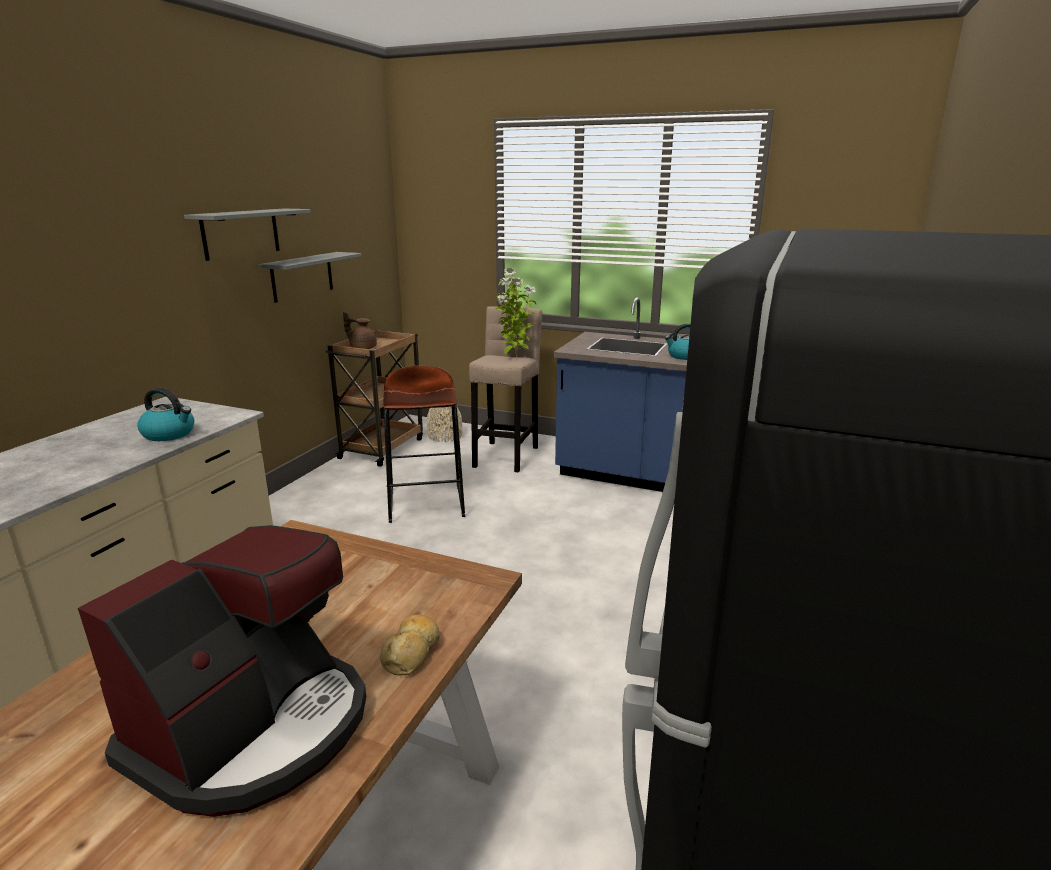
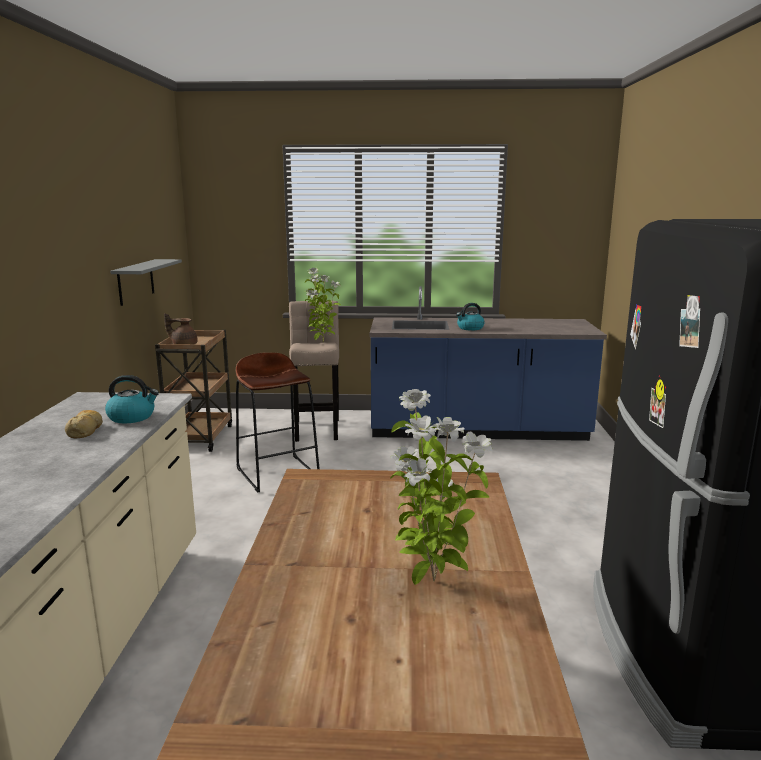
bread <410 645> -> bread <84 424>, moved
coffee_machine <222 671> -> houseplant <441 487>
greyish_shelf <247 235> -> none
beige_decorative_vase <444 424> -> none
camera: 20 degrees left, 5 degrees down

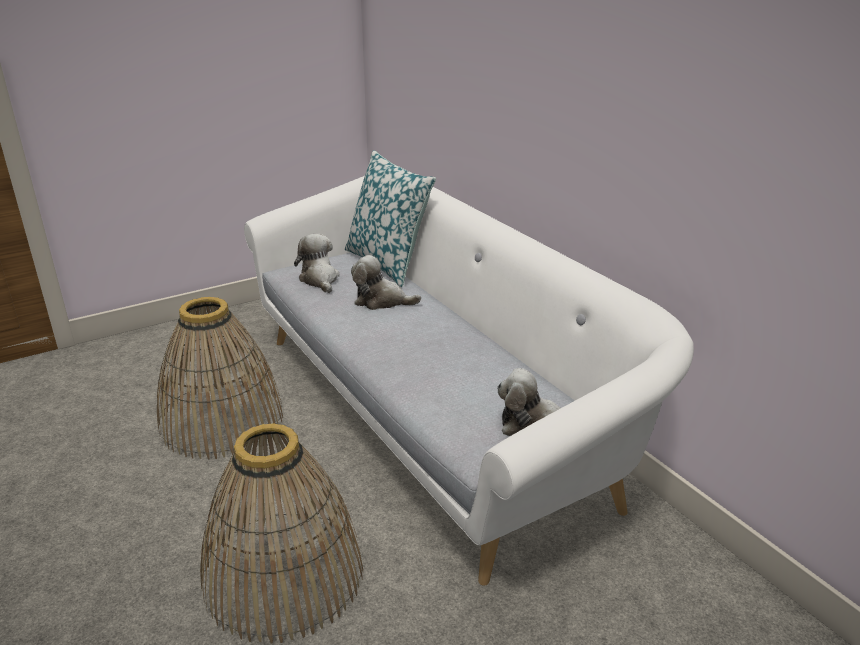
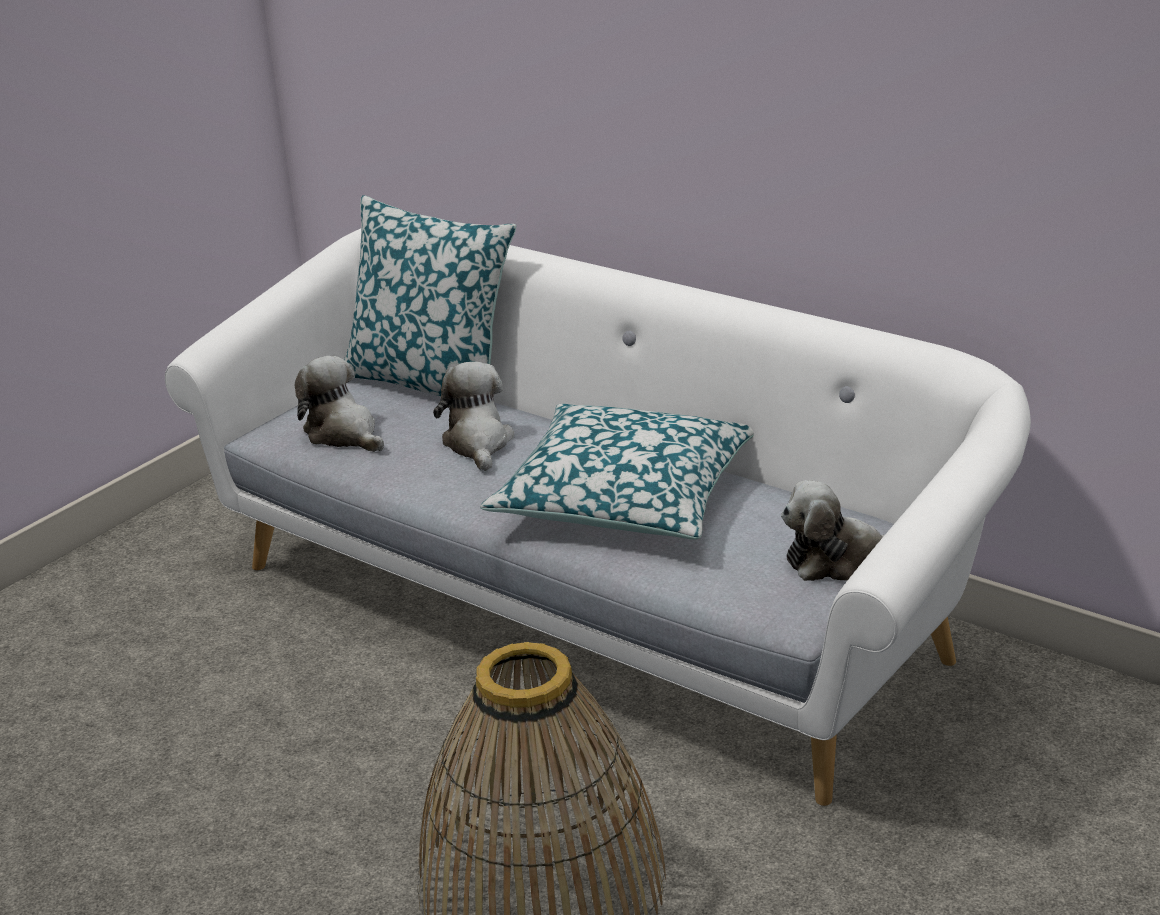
soft_toy <386 282> -> soft_toy <474 416>, 90 degrees clockwise
none -> pillow <617 472>
storage_basket <220 378> -> none
camera: 20 degrees left, 0 degrees up

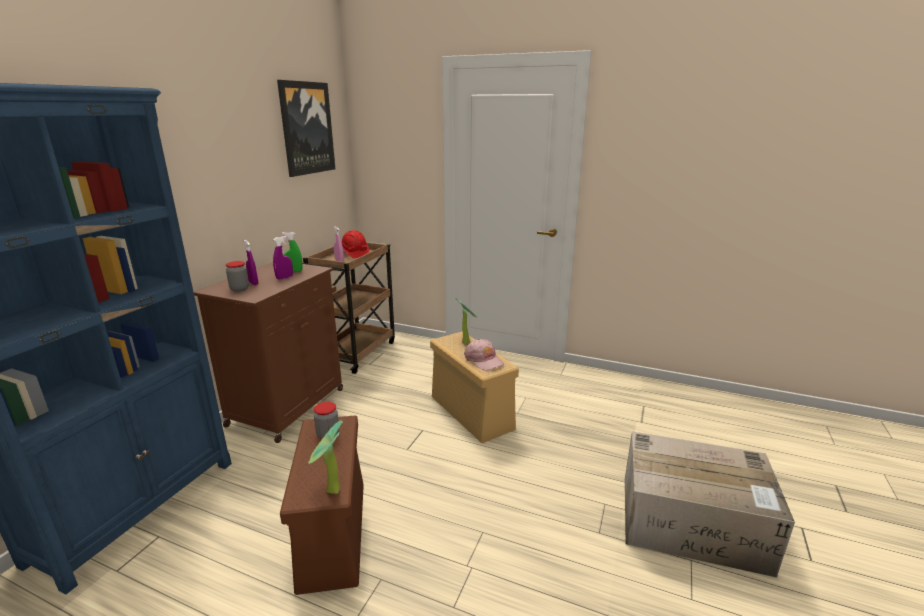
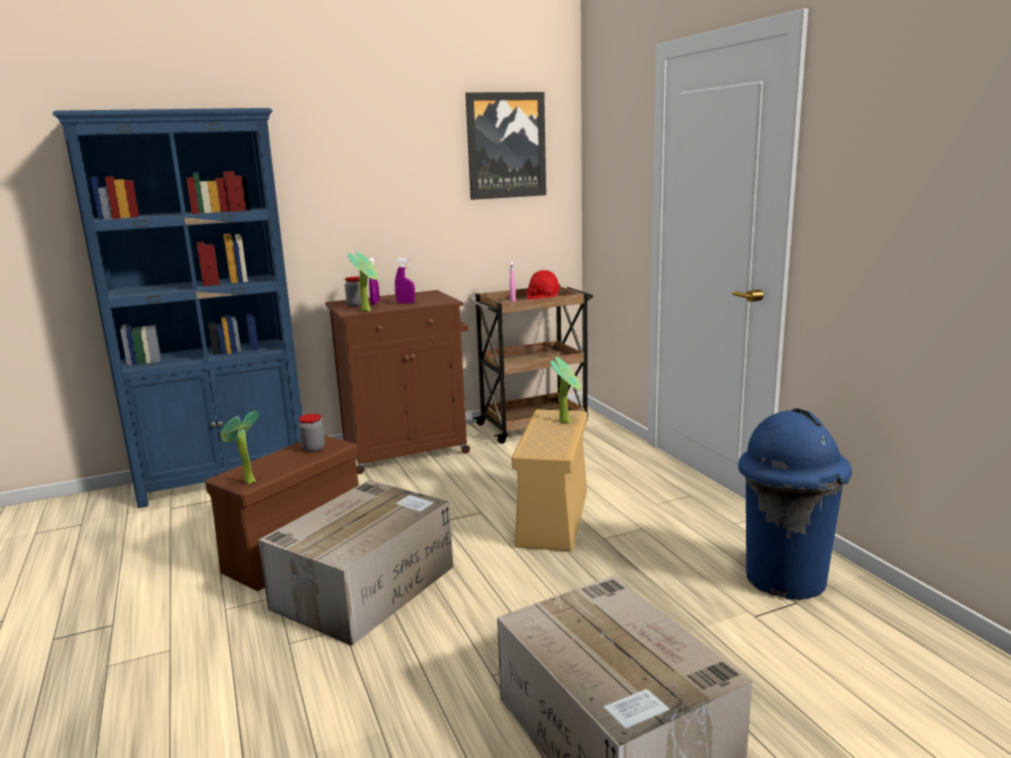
none -> cardboard_box <355 563>
none -> houseplant <363 281>
none -> bluish_rubbish_bin <795 504>
green_sprayer <292 252> -> none
pink-coloured_cap <484 355> -> none
camera: 45 degrees right, 5 degrees down

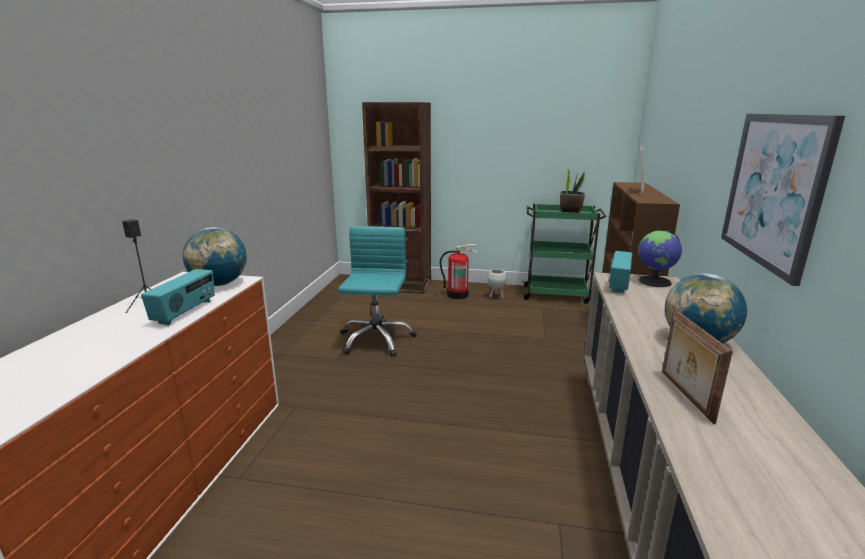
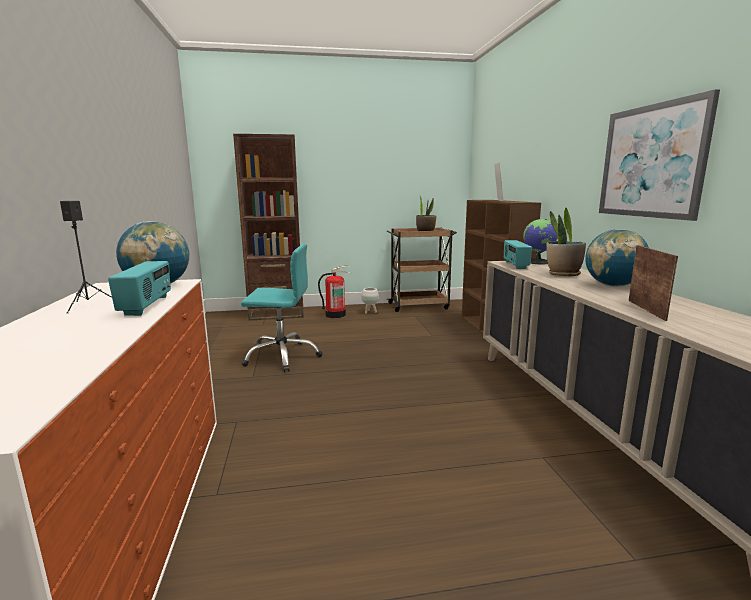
turquoise_office_chair <377 291> -> turquoise_office_chair <282 308>, 105 degrees clockwise
green_cart <564 254> -> brown-coloured_cart <422 269>
none -> houseplant <566 242>
picture_frame <697 366> -> picture_frame <653 283>, 150 degrees counterclockwise
camera: 20 degrees left, 5 degrees down

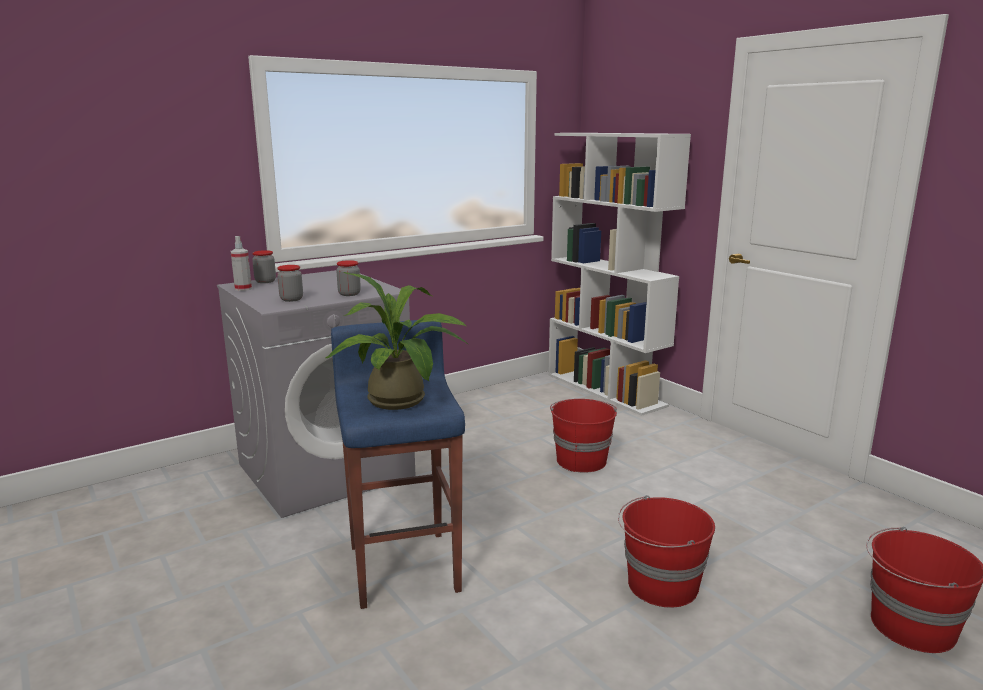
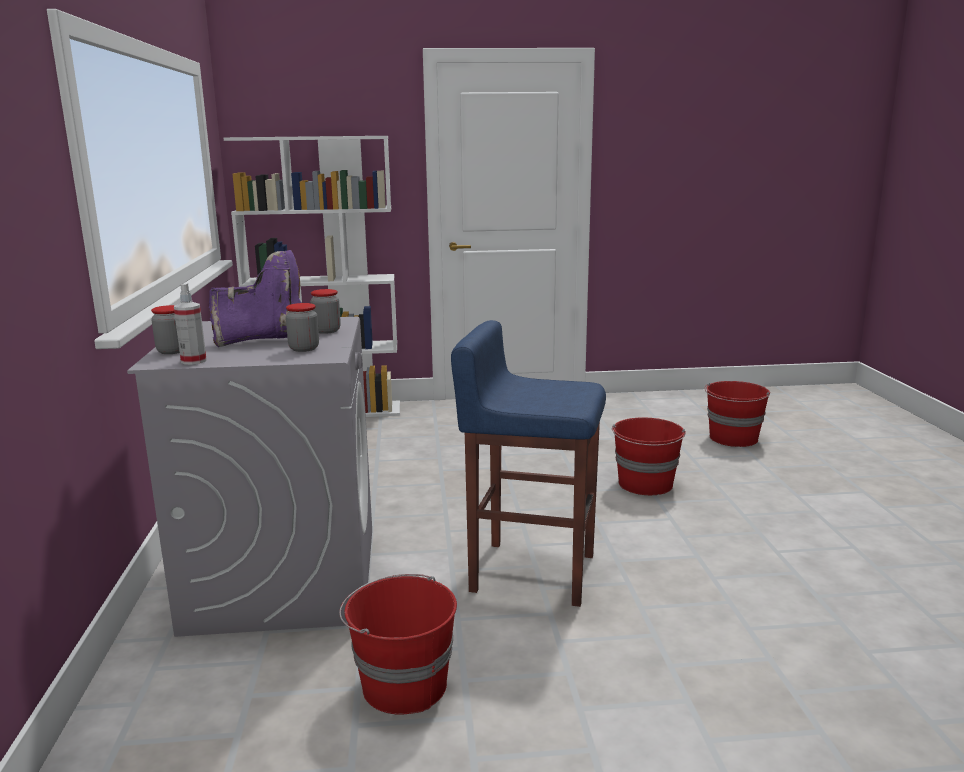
none -> purple_high-top_boot <255 298>
red_pail <583 435> -> red_pail <398 644>, moved
houseplant <397 341> -> none
camera: 60 degrees left, 0 degrees up

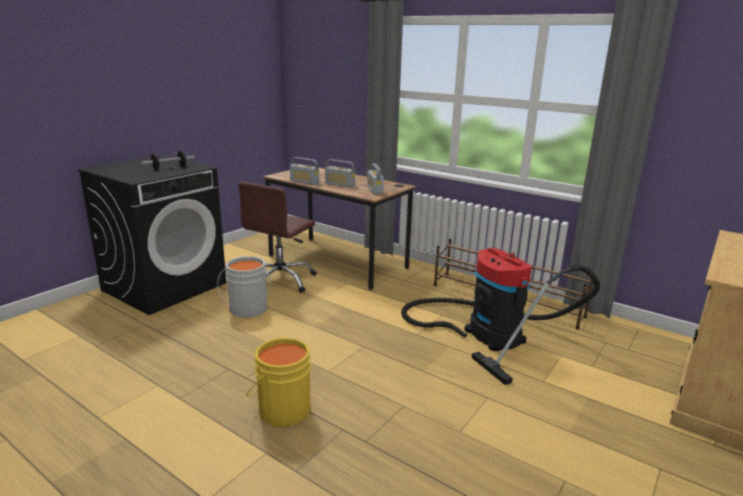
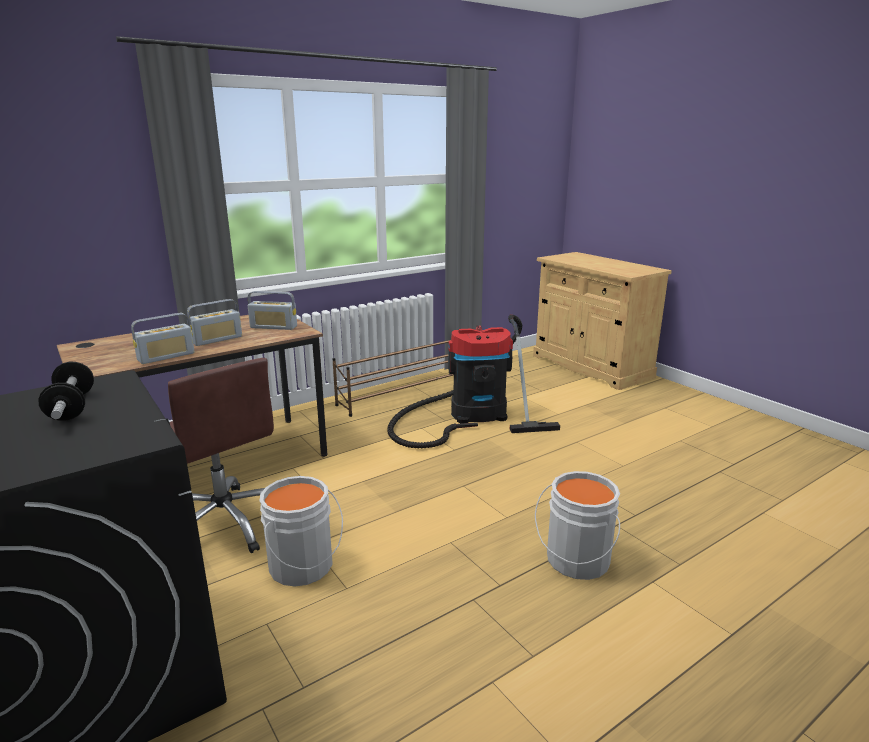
yellow-coloured_pail <278 382> -> greyish_pail <577 525>
camera: 70 degrees left, 0 degrees up

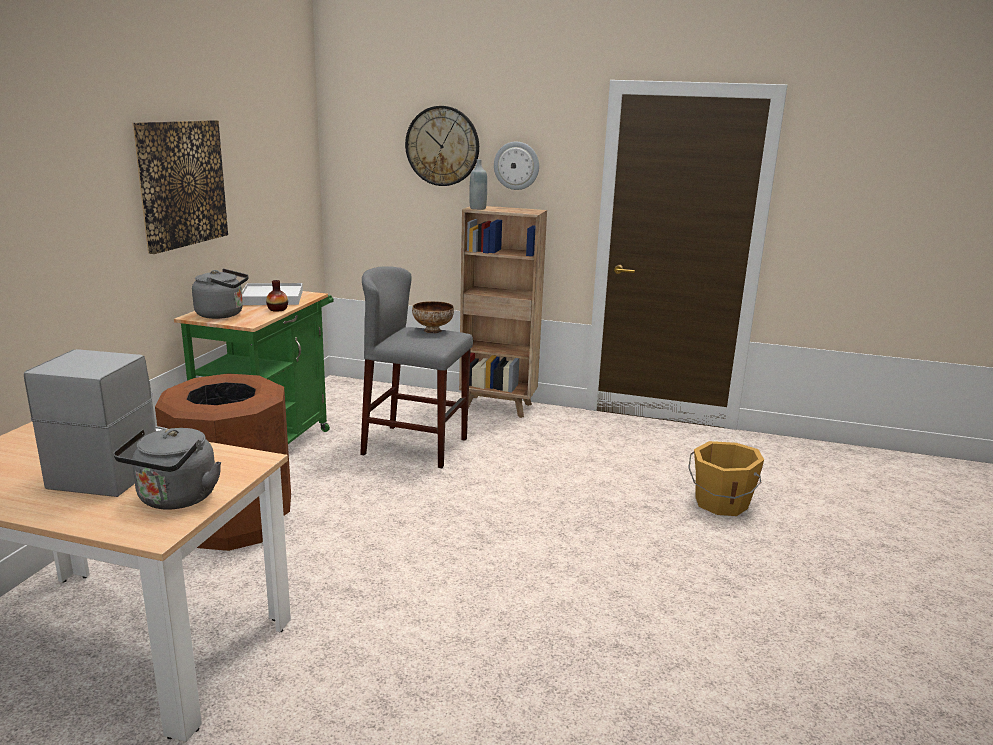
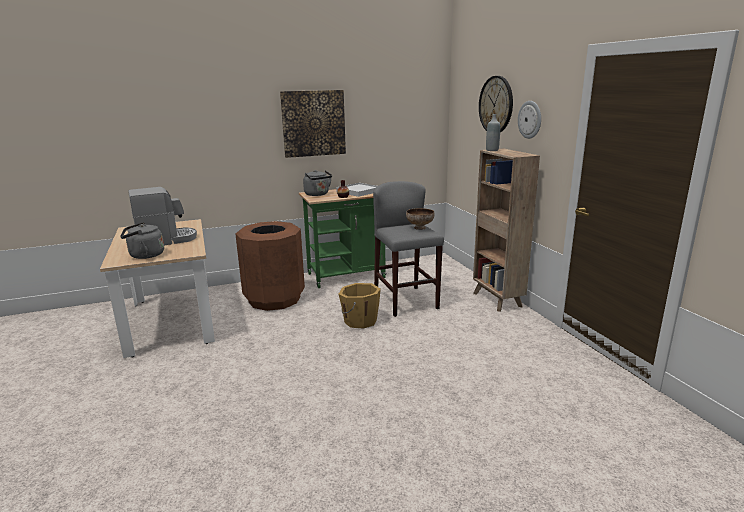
orangey_pail <726 478> -> orangey_pail <360 306>, moved
camera: 55 degrees right, 0 degrees up

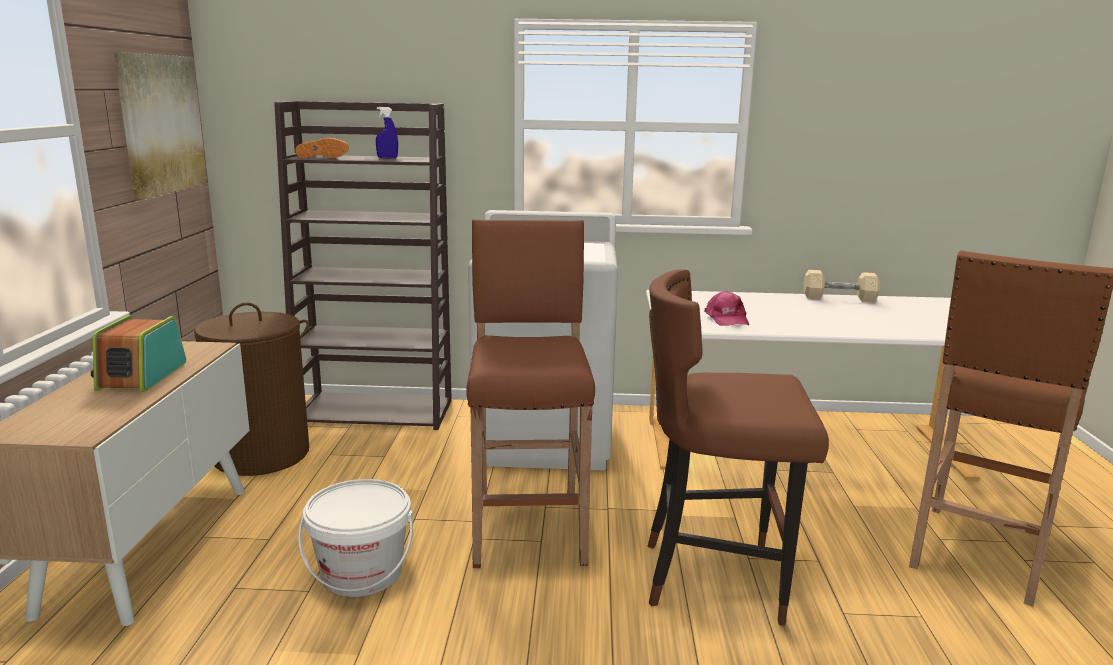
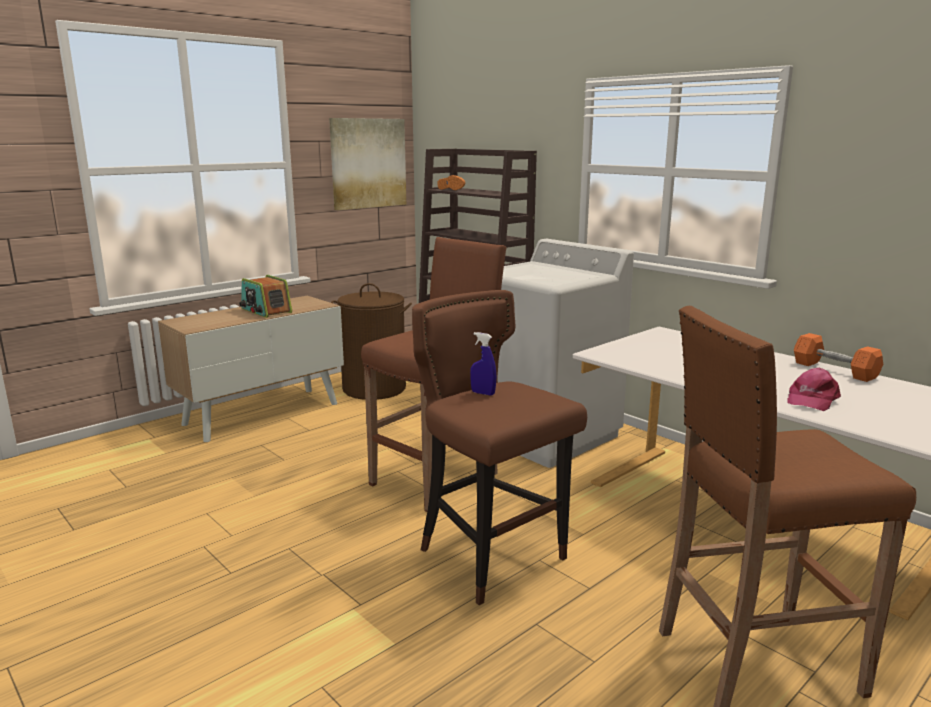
radio_set <138 353> -> radio_set <265 296>, 90 degrees counterclockwise
bluish_sprayer <387 132> -> bluish_sprayer <483 364>, moved
pink-coloured_cap <726 308> -> pink-coloured_cap <814 389>, moved
beige_hand_weight <841 286> -> orangey_hand_weight <838 357>
whitish_pail <355 538> -> none
camera: 45 degrees right, 0 degrees up

